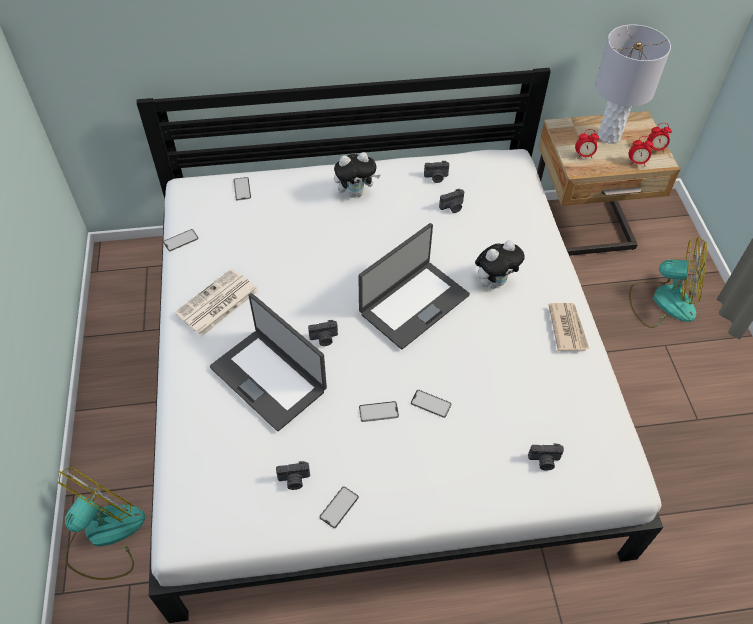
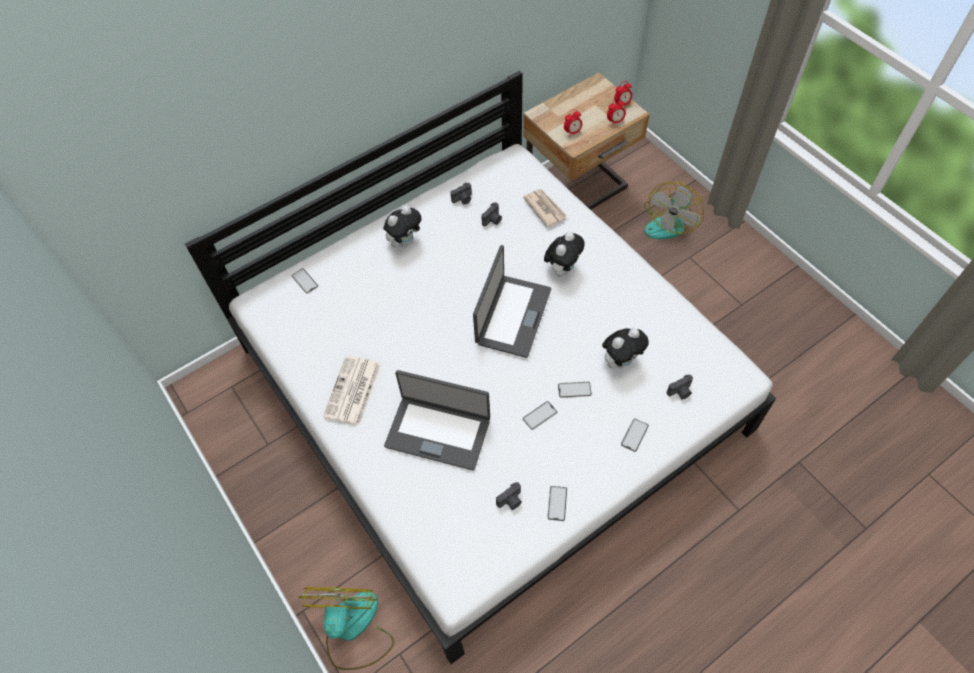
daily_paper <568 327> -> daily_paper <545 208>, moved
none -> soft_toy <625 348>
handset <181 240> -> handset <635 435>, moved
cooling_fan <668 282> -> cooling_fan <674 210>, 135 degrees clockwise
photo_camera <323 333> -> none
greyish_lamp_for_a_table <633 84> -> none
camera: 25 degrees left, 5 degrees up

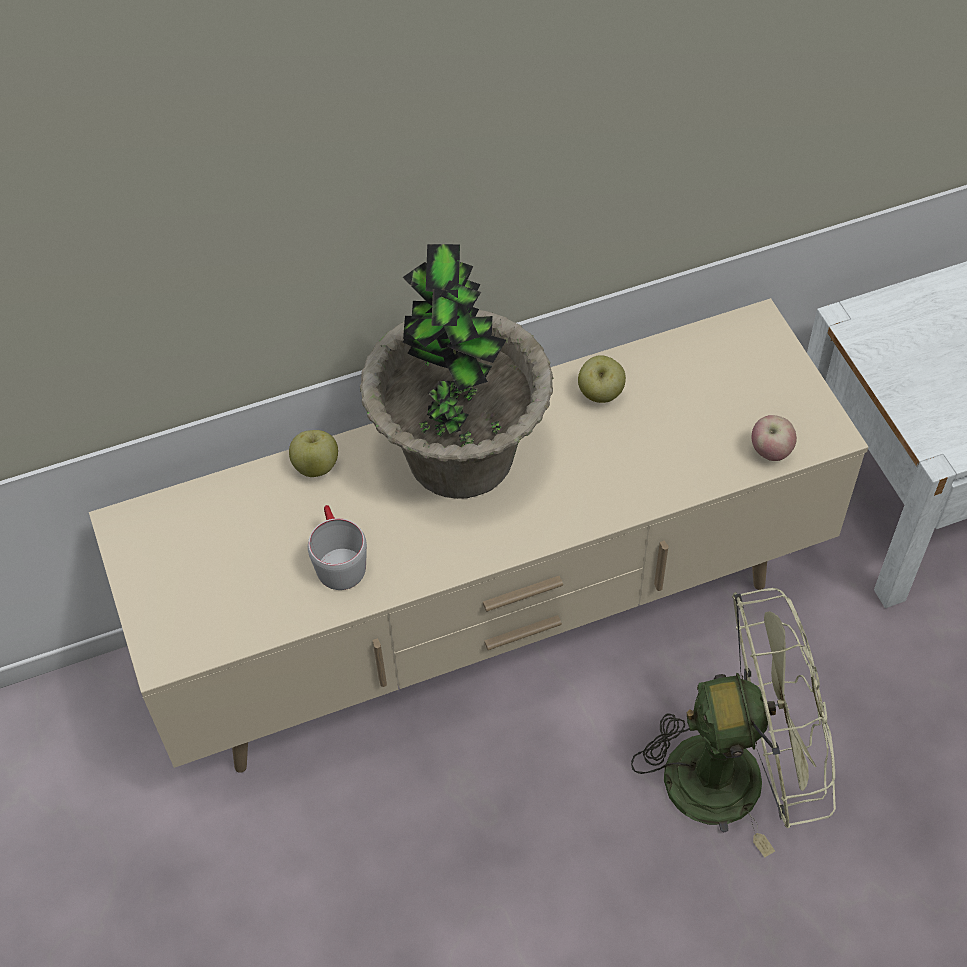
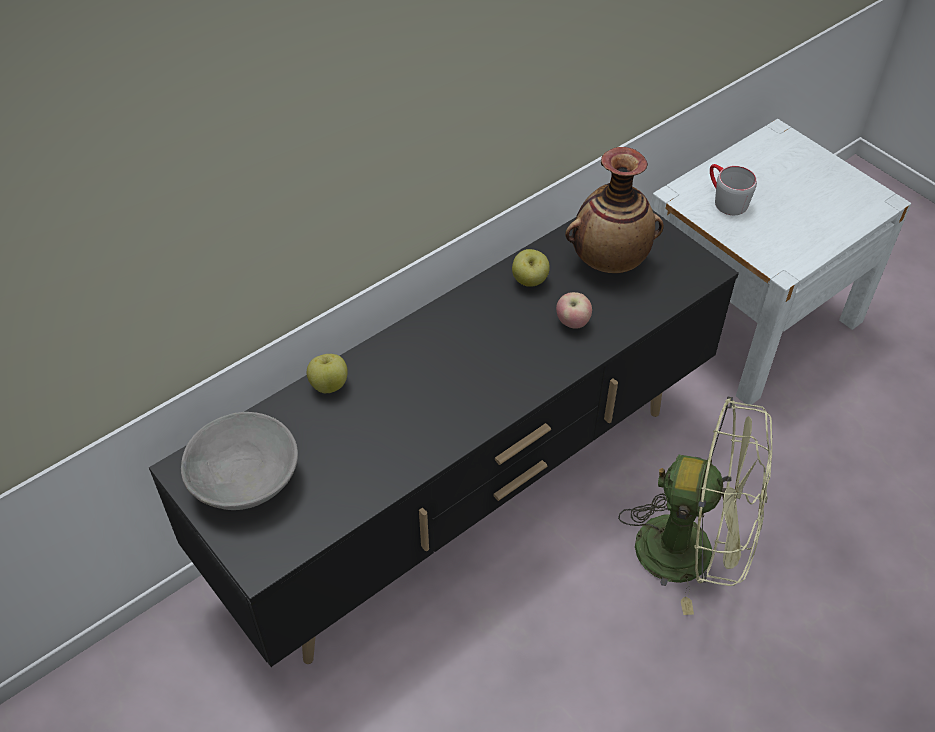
beige_tv_stand <478 535> -> blackish_tv_stand <444 438>
none -> greyish_serving_bowl <239 461>
apple <774 438> -> apple <574 310>, moved
none -> decorative_vase <614 210>
green_cooling_fan <733 723> -> green_cooling_fan <695 506>, 45 degrees clockwise
greyish_coffee_mug <337 547> -> greyish_coffee_mug <733 189>, moved
houseplant <456 371> -> none
camera: 20 degrees left, 5 degrees down

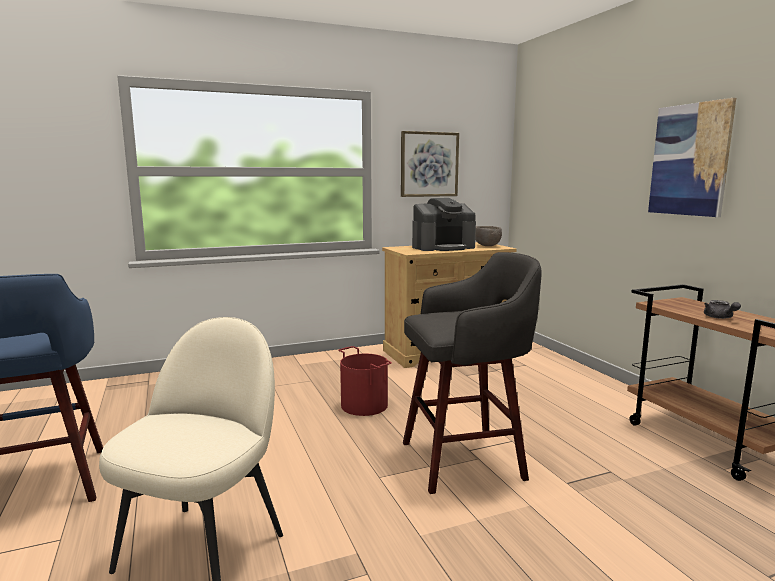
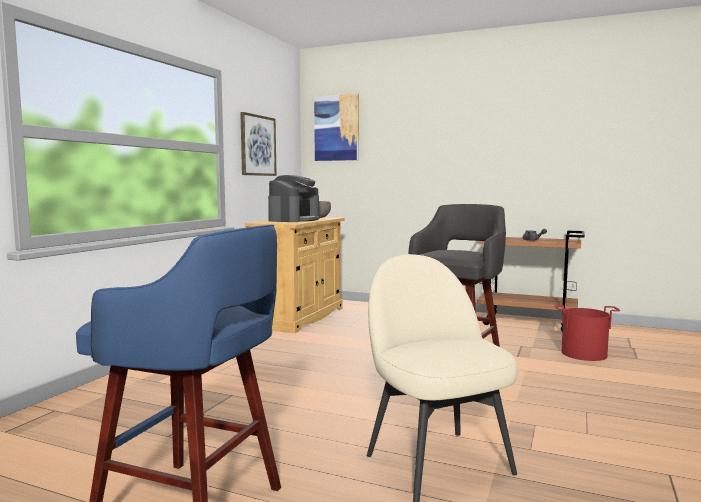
wall_picture <692 157> -> wall_picture <336 127>, moved
red_pail <365 381> -> red_pail <587 333>, moved
camera: 45 degrees left, 5 degrees down

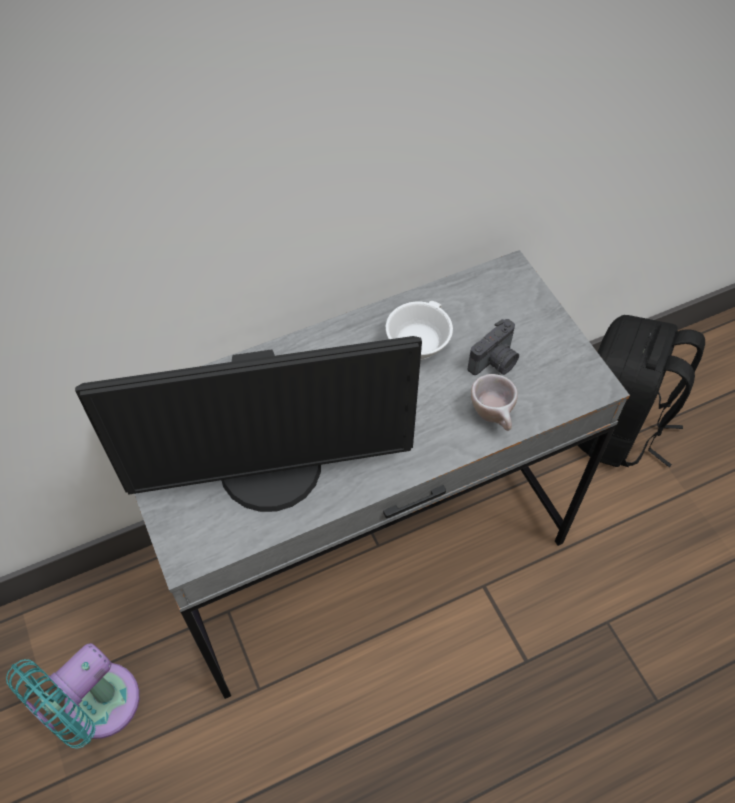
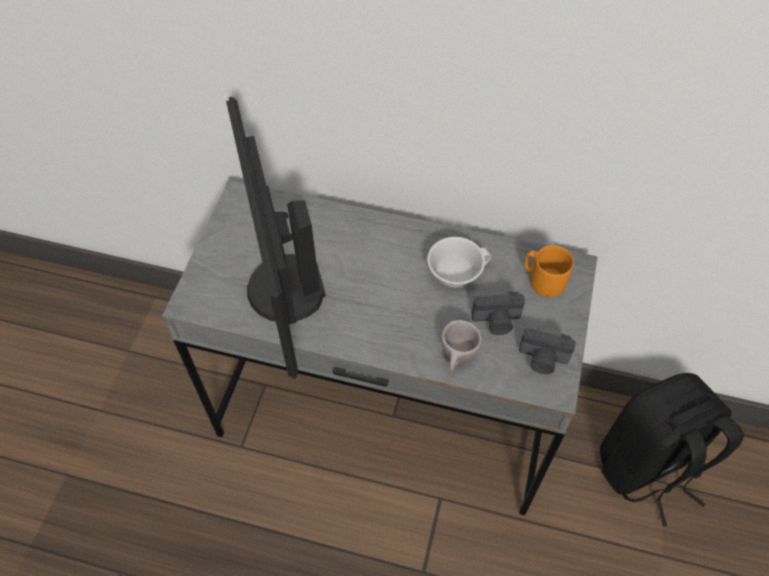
monitor <248 424> -> monitor <276 238>, 45 degrees clockwise
none -> photo_camera <547 351>
none -> orangey_coffee_mug <549 271>
turquoise_cooling_fan <73 696> -> none
camera: 40 degrees right, 0 degrees up

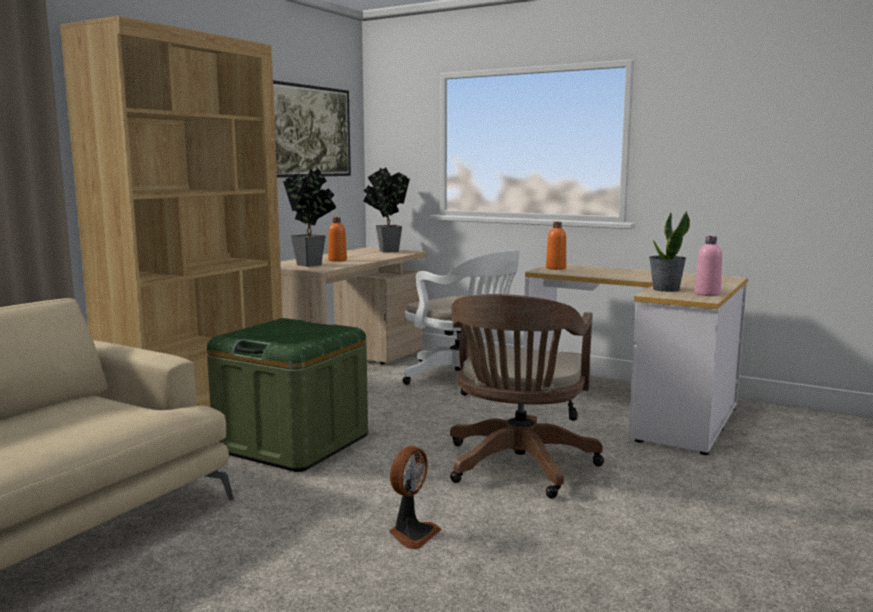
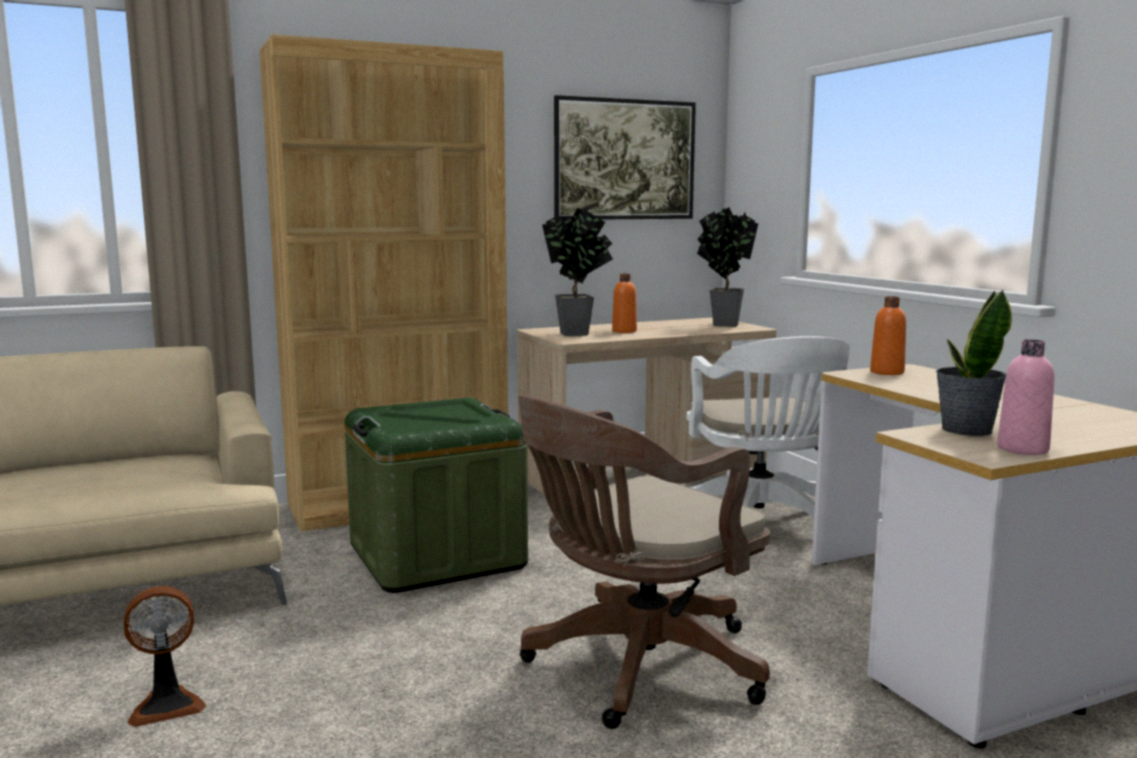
cooling_fan <415 497> -> cooling_fan <165 656>, moved
camera: 35 degrees right, 0 degrees up

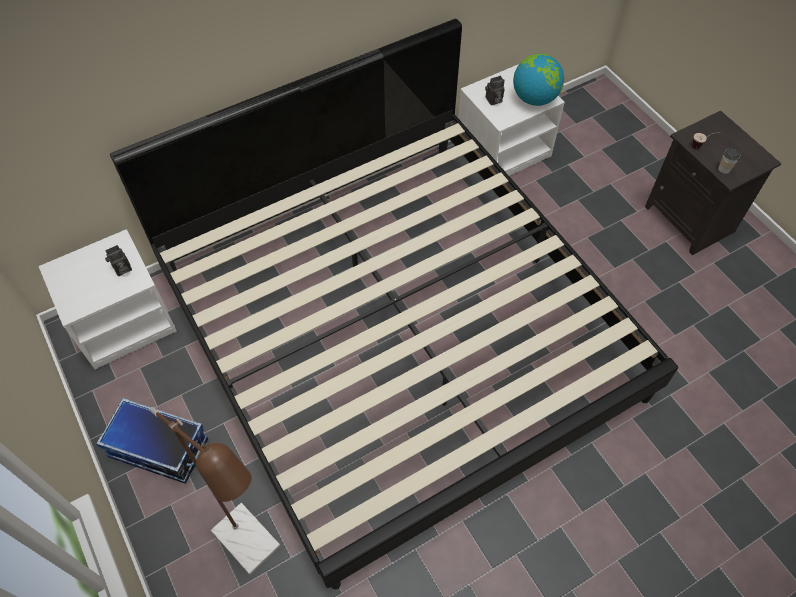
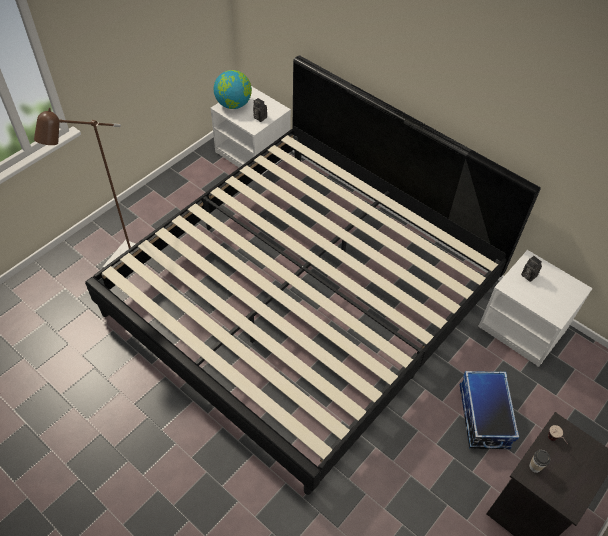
desk_globe <538 80> -> desk_globe <233 89>, moved
storage_bin <152 441> -> storage_bin <489 410>, moved
camera: 70 degrees right, 5 degrees down

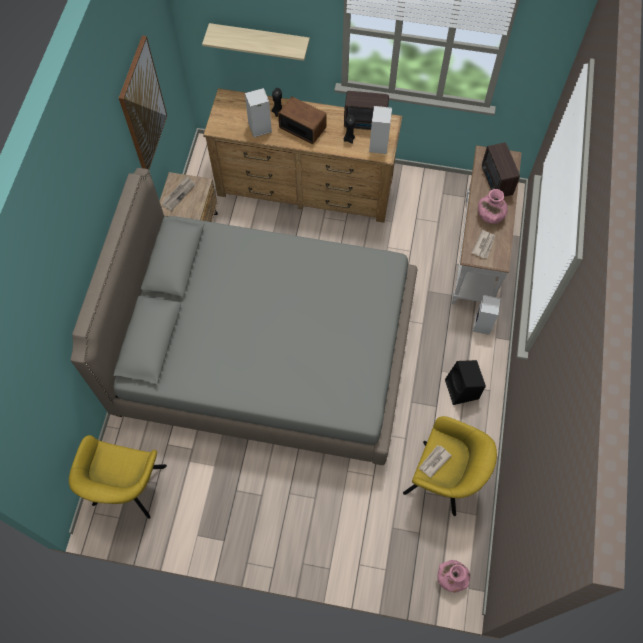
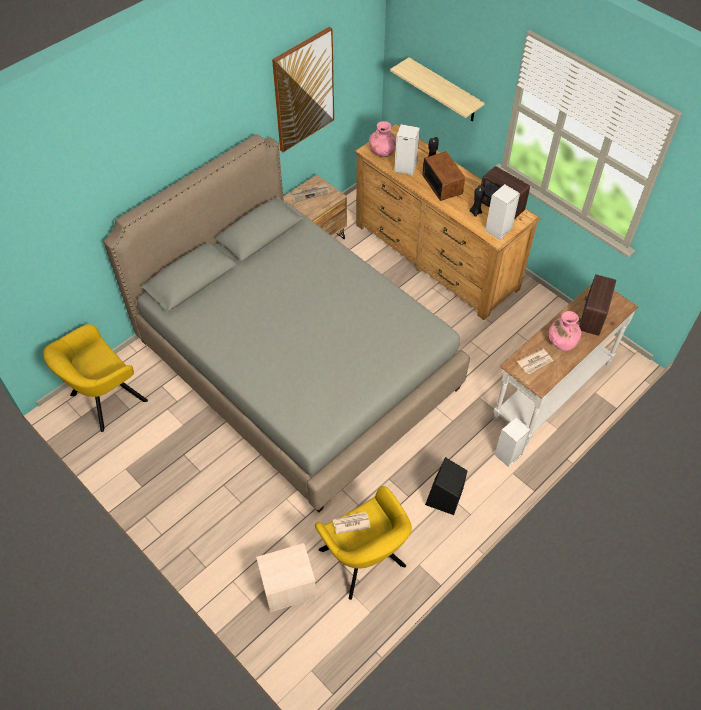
none -> beige_storage_bin <286 577>
pink-coloured_decorative_vase <453 576> -> pink-coloured_decorative_vase <382 139>, moved
camera: 35 degrees right, 10 degrees down

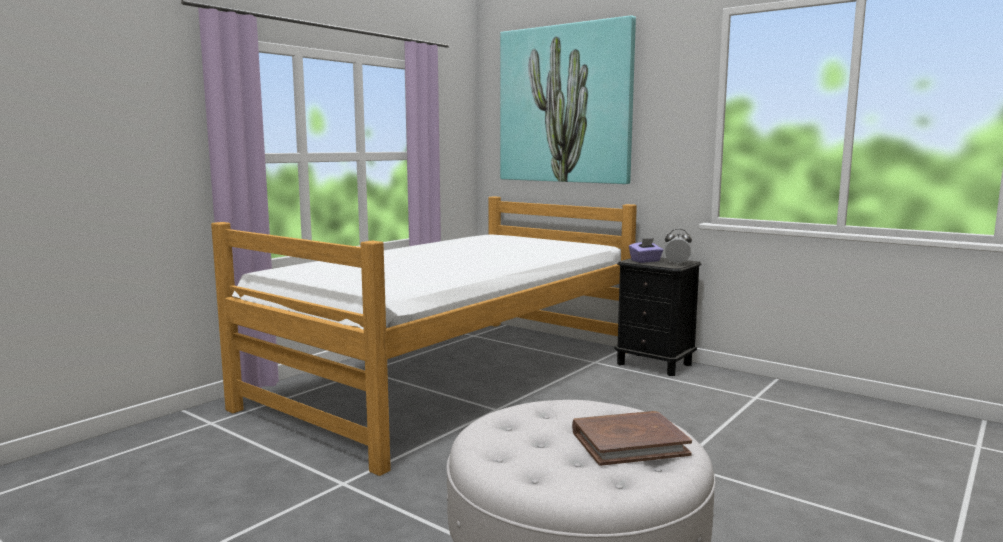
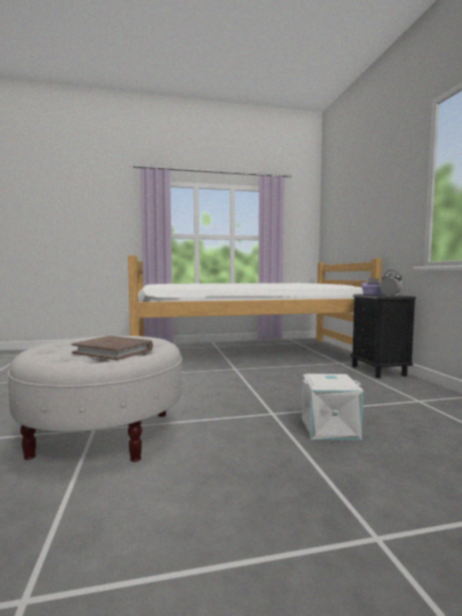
none -> whitish_storage_bin <333 407>
wall_picture <568 99> -> none
camera: 40 degrees right, 5 degrees down

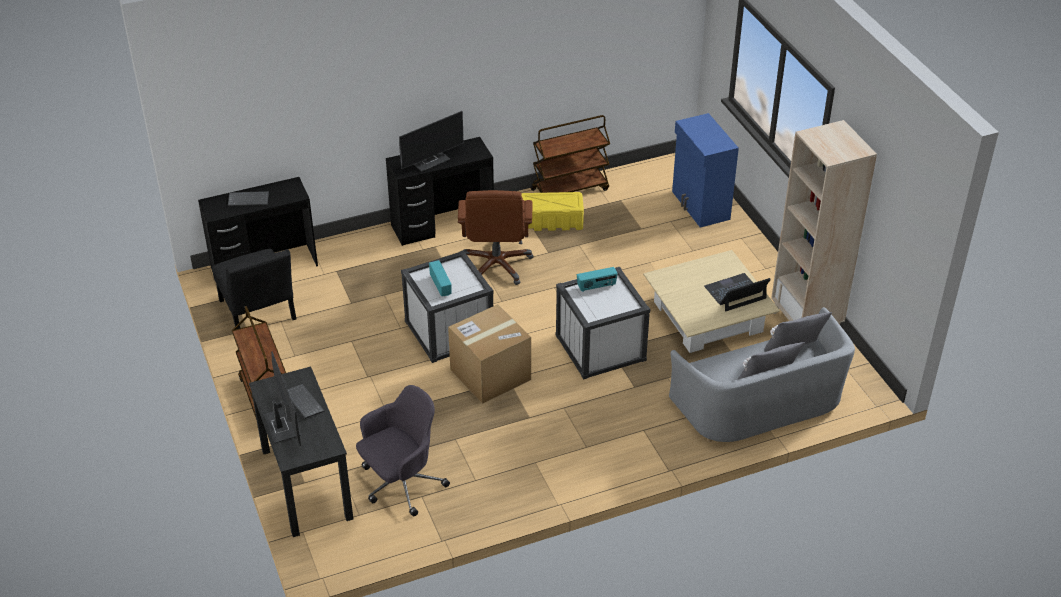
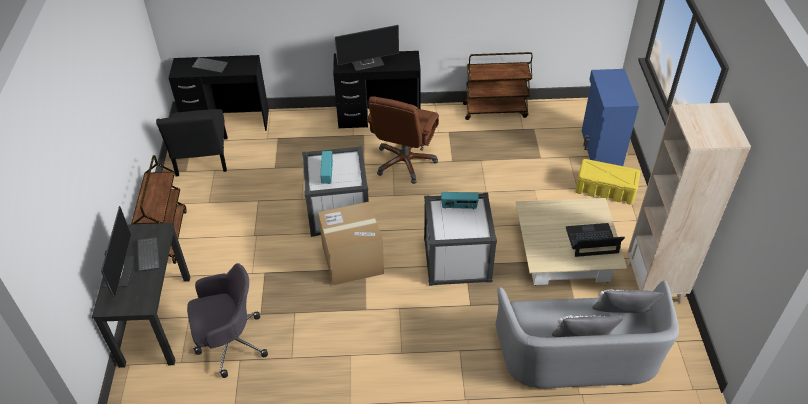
yellow-coloured_storage_bin <553 211> -> yellow-coloured_storage_bin <607 182>, moved
camera: 20 degrees right, 5 degrees up

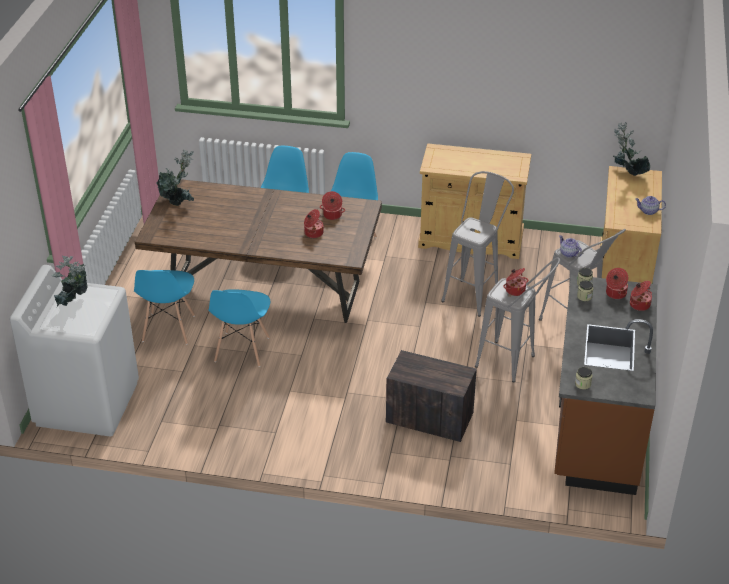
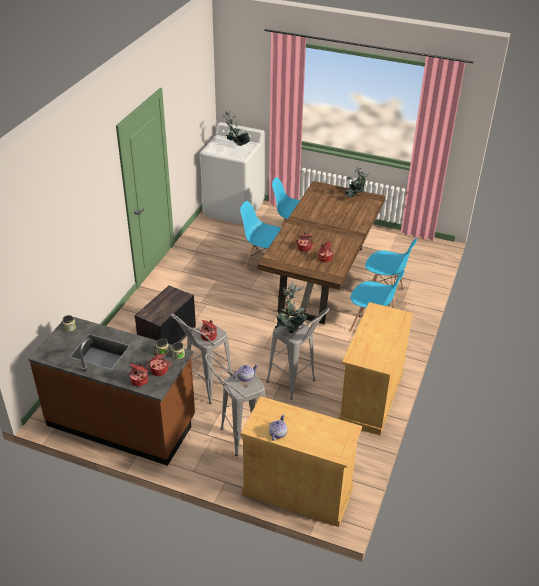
houseplant <631 149> -> houseplant <291 307>, moved
camera: 100 degrees right, 0 degrees up

